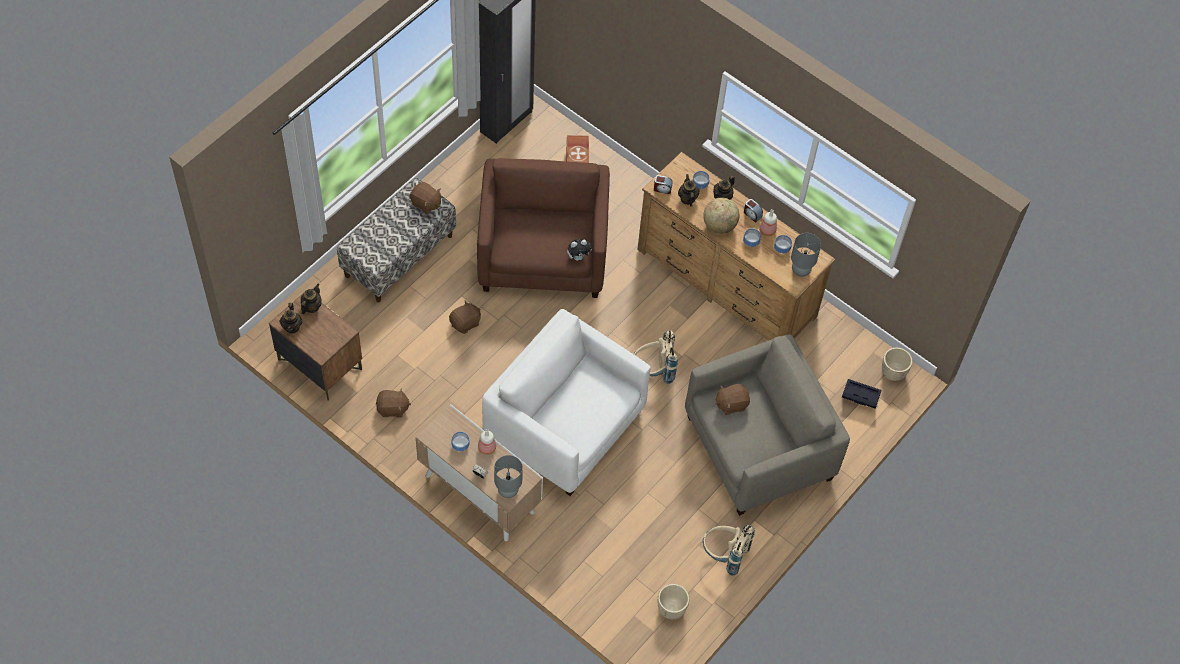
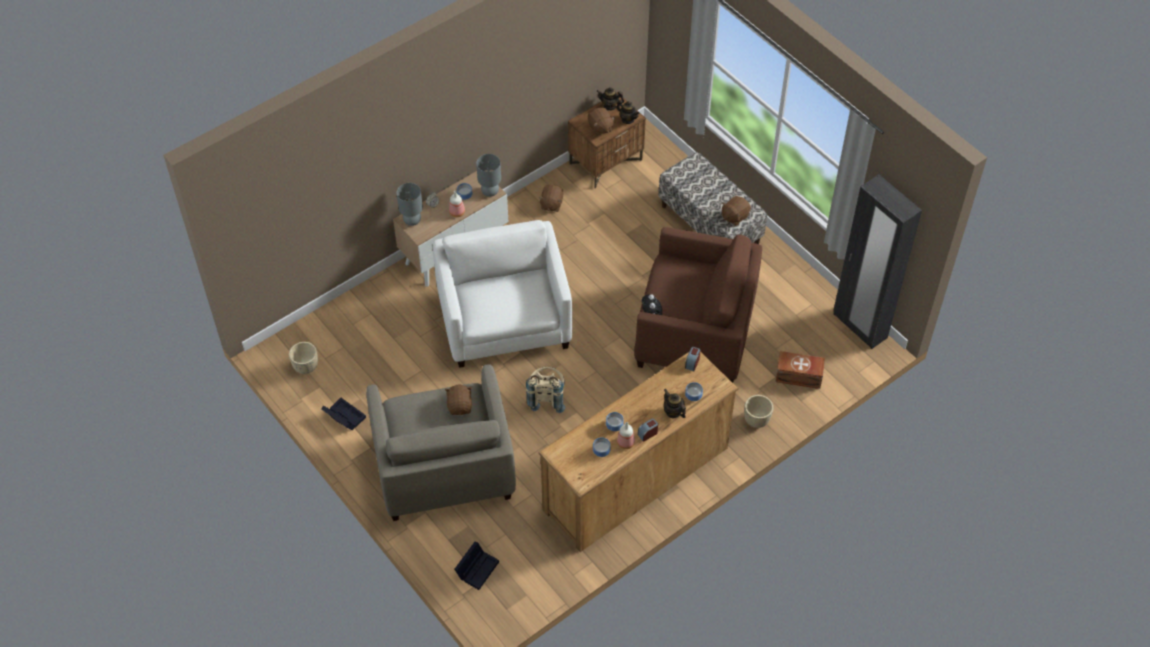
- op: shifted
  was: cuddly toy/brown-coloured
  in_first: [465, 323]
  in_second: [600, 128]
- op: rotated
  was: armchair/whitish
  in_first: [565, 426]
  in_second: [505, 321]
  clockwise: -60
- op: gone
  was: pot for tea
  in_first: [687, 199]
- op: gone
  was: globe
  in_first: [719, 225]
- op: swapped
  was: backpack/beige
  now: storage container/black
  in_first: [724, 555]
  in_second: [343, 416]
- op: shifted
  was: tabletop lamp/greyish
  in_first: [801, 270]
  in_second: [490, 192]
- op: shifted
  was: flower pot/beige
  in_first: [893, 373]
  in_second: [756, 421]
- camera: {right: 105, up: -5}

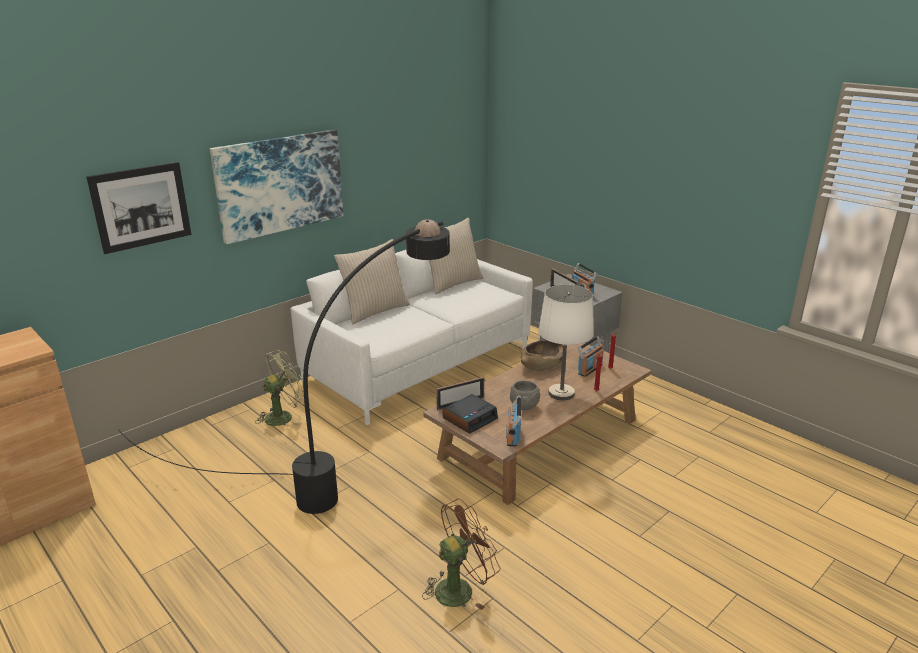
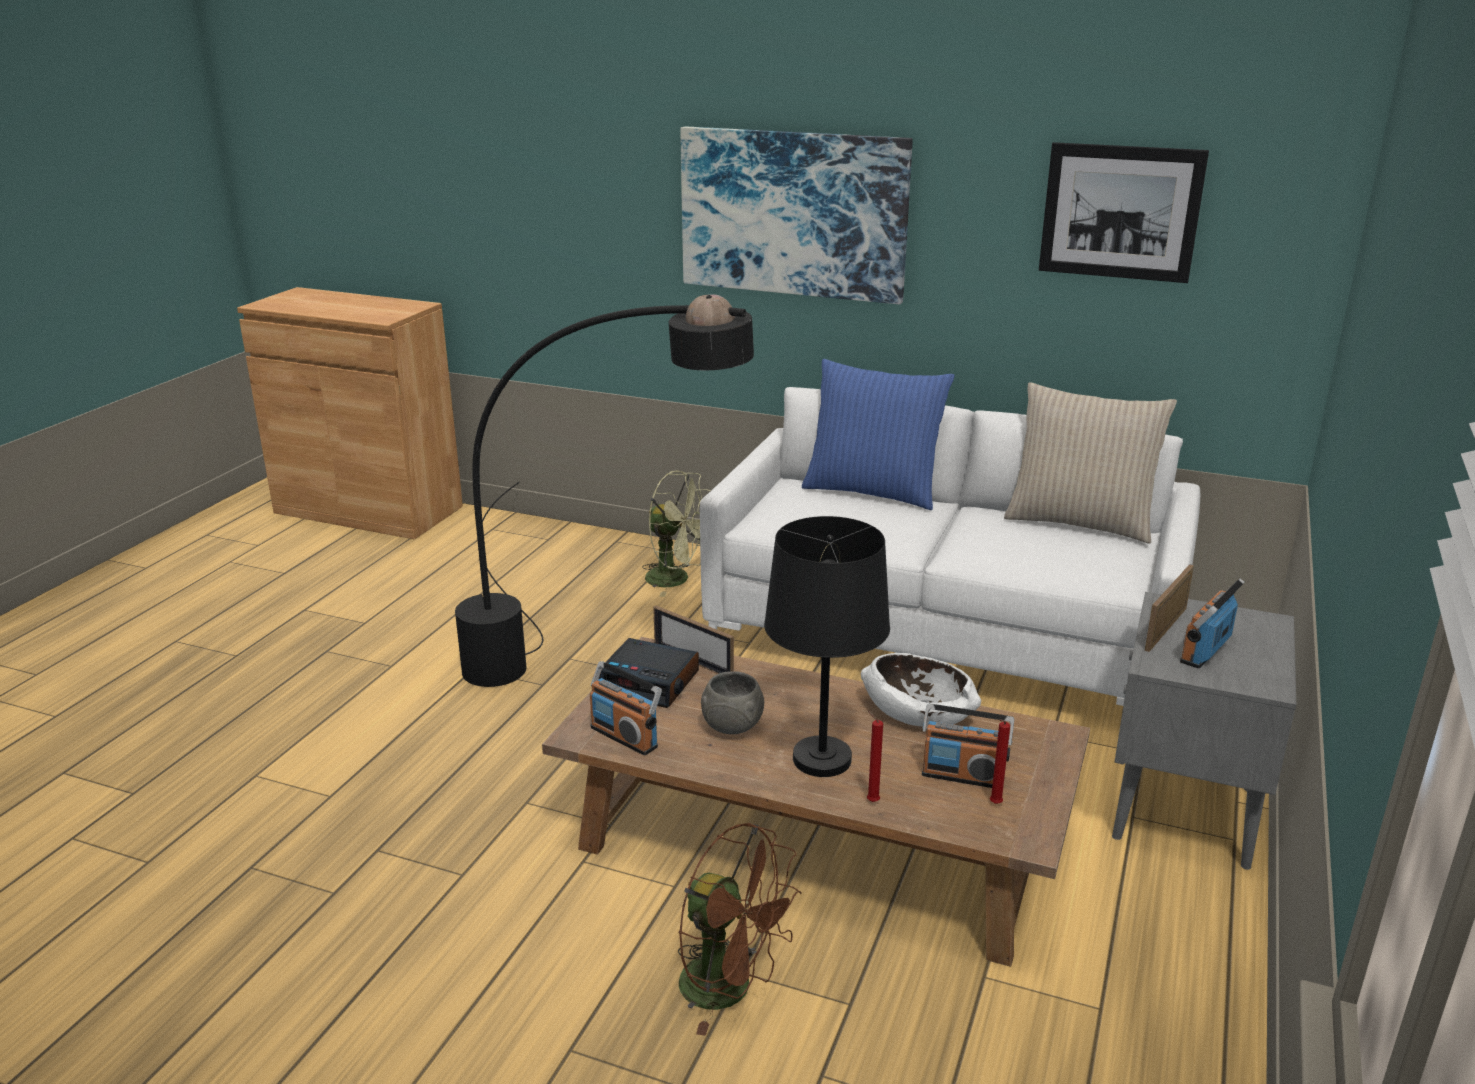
- op: shifted
  was: wall art
  in_first: [141, 207]
  in_second: [1120, 212]
- op: repainted
  was: throw pillow/beige
  now: throw pillow/blue
  in_first: [374, 311]
  in_second: [873, 491]
- op: shifted
  was: electric fan/brown-coloured
  in_first: [460, 588]
  in_second: [730, 989]
- op: rotated
  was: radio receiver
  in_first: [512, 435]
  in_second: [624, 736]
  clockwise: -120
- op: repainted
  was: deep dish/brown-coloured
  now: deep dish/whitish
  in_first: [541, 365]
  in_second: [918, 713]
- op: repainted
  was: tabletop lamp/whitish
  now: tabletop lamp/black
  in_first: [561, 393]
  in_second: [822, 760]
- camera: {right: 65, up: 0}

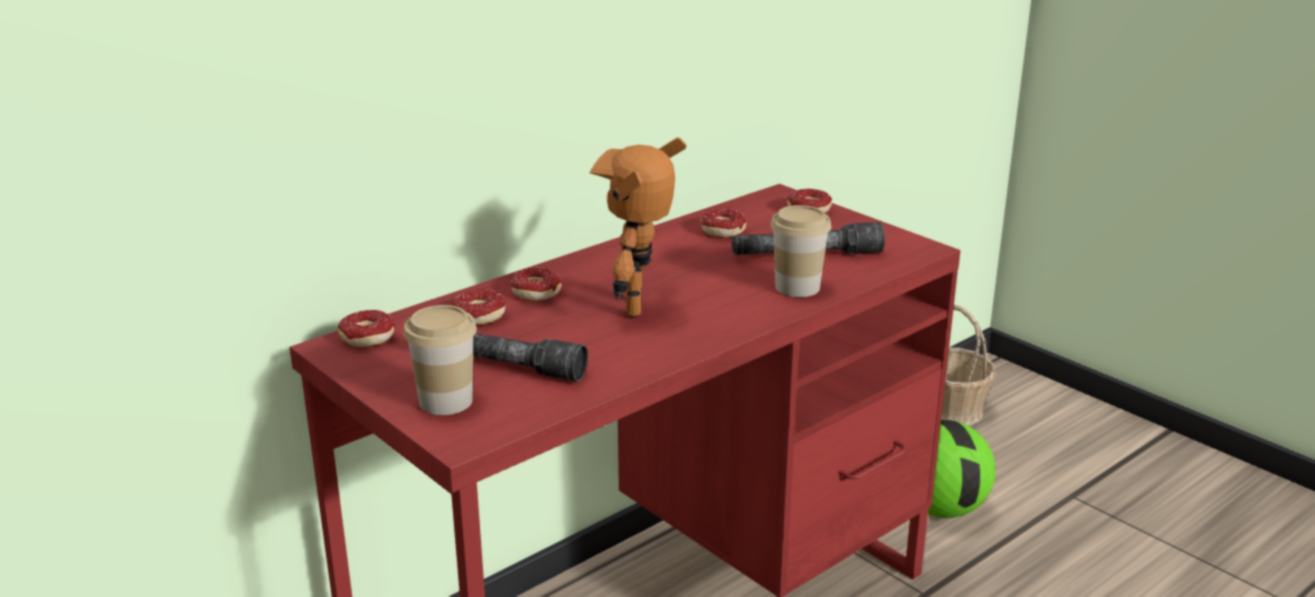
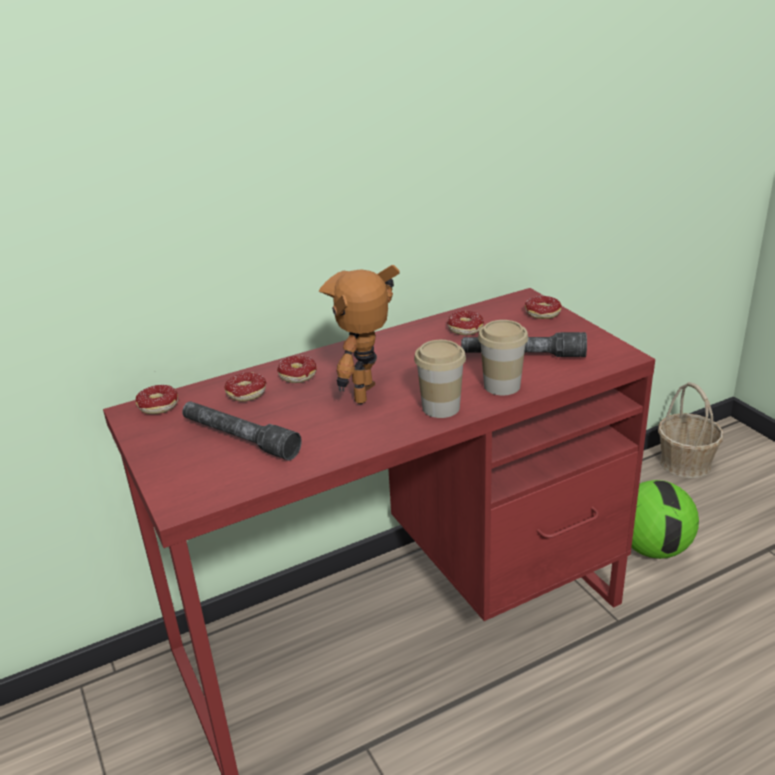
- op: shifted
  was: small cup
  in_first: [446, 401]
  in_second: [441, 407]
- camera: {right: 15, up: 5}

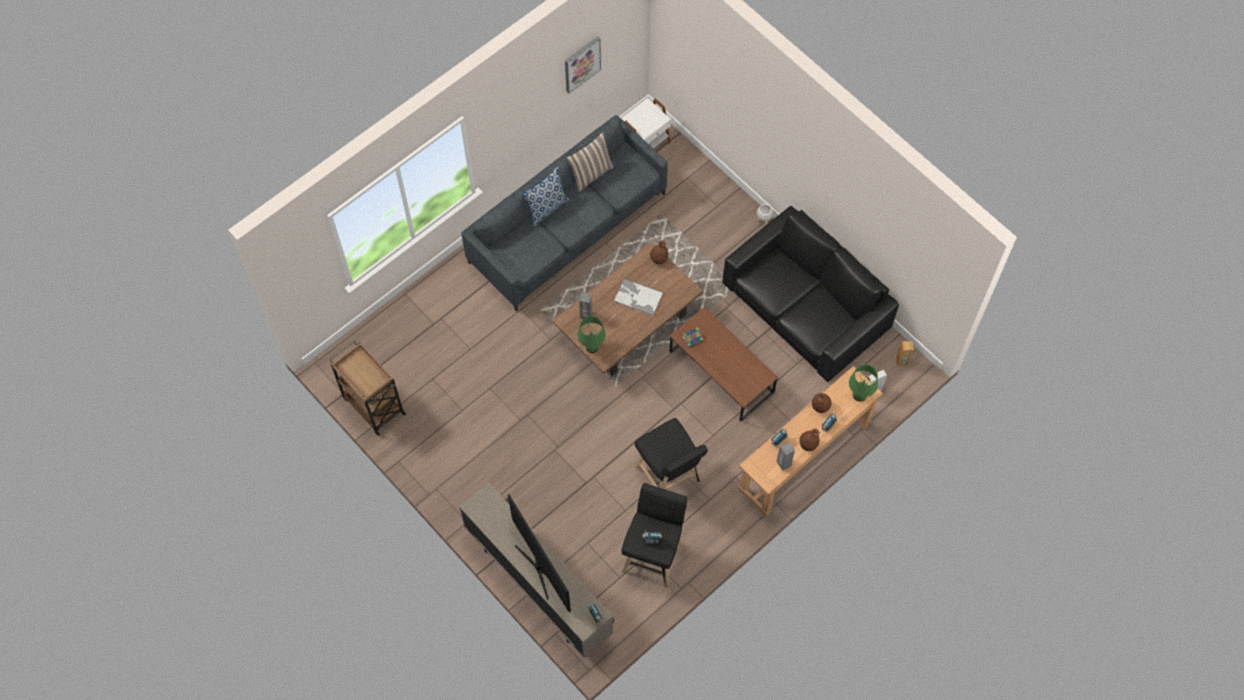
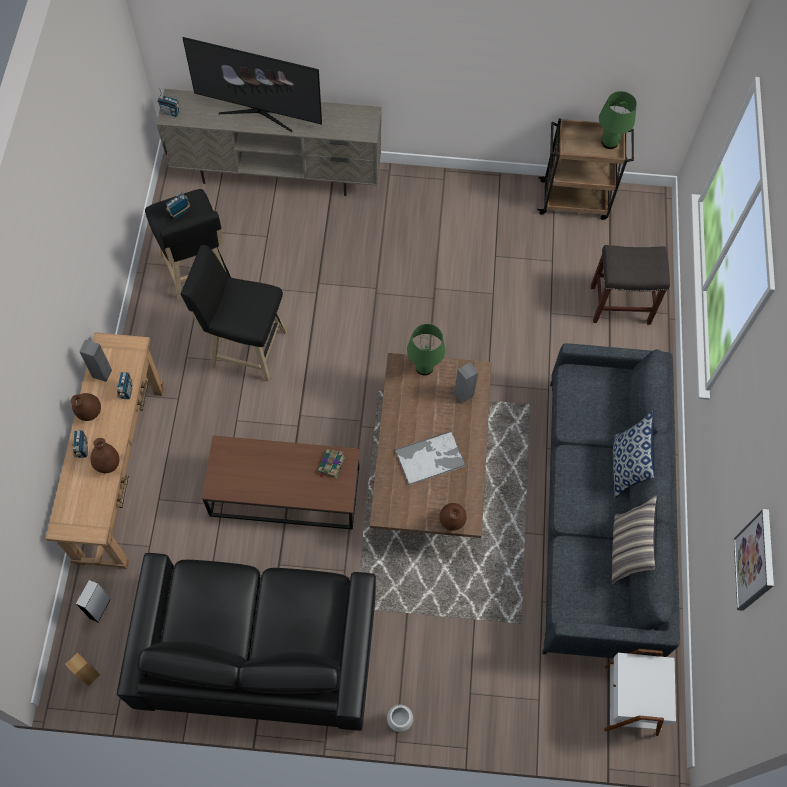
- op: shifted
  was: tabletop lamp/greenish
  in_first: [859, 395]
  in_second: [609, 142]
- op: new
  now: sitting stool/greyish
  in_second: [619, 305]
- camera: {right: 135, up: 0}

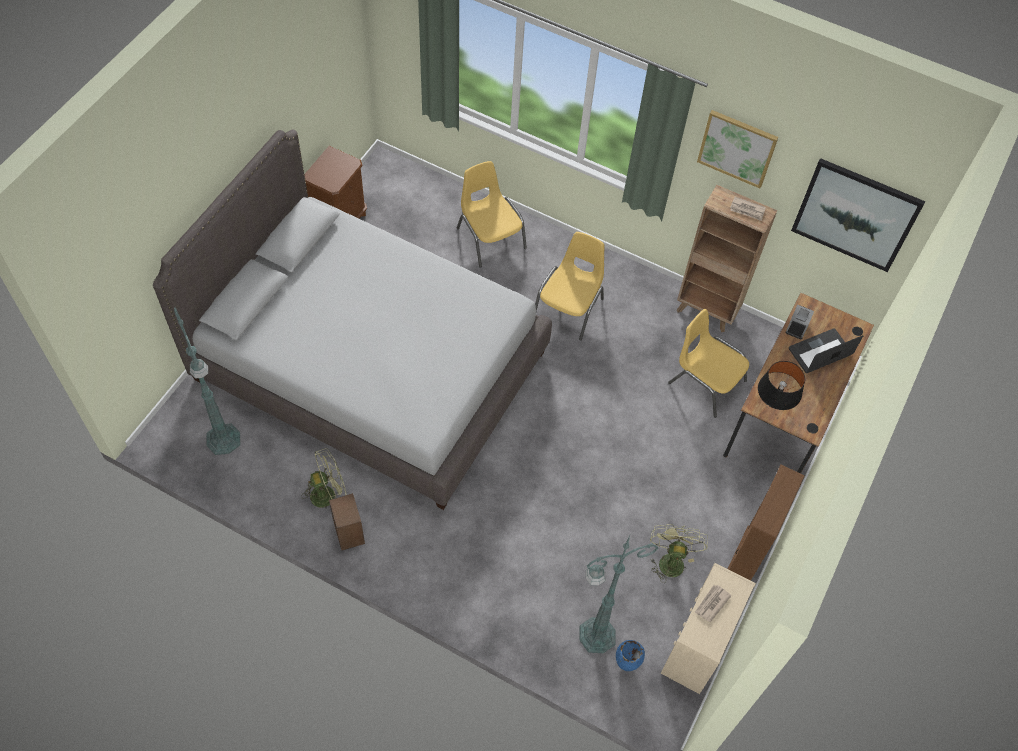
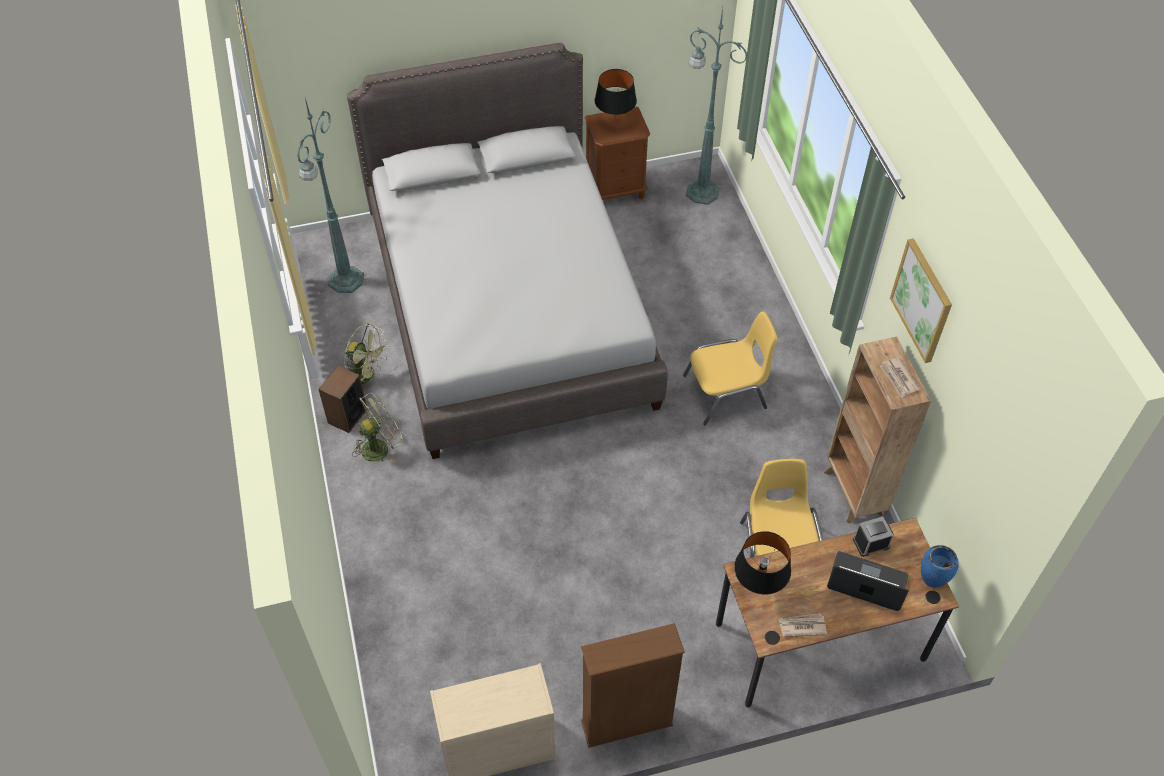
- op: gone
  was: upright chair/yellowish
  in_first: [490, 237]
- op: shifted
  was: floor lamp/greenish
  in_first: [595, 635]
  in_second: [700, 191]
- op: shifted
  was: flower vase/blue
  in_first: [626, 665]
  in_second: [930, 583]
- op: shifted
  was: electric fan/greenish
  in_first: [670, 559]
  in_second: [380, 446]
- op: shifted
  was: daily paper
  in_first: [711, 603]
  in_second: [801, 626]
- op: gone
  was: wall art
  in_first: [855, 215]
- op: new
  now: tabletop lamp/black
  in_second: [615, 121]
- camera: {right: 50, up: -5}

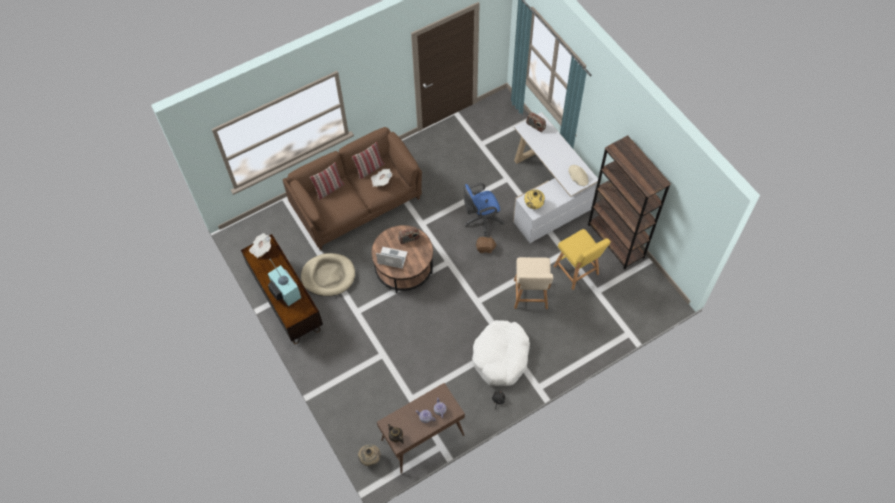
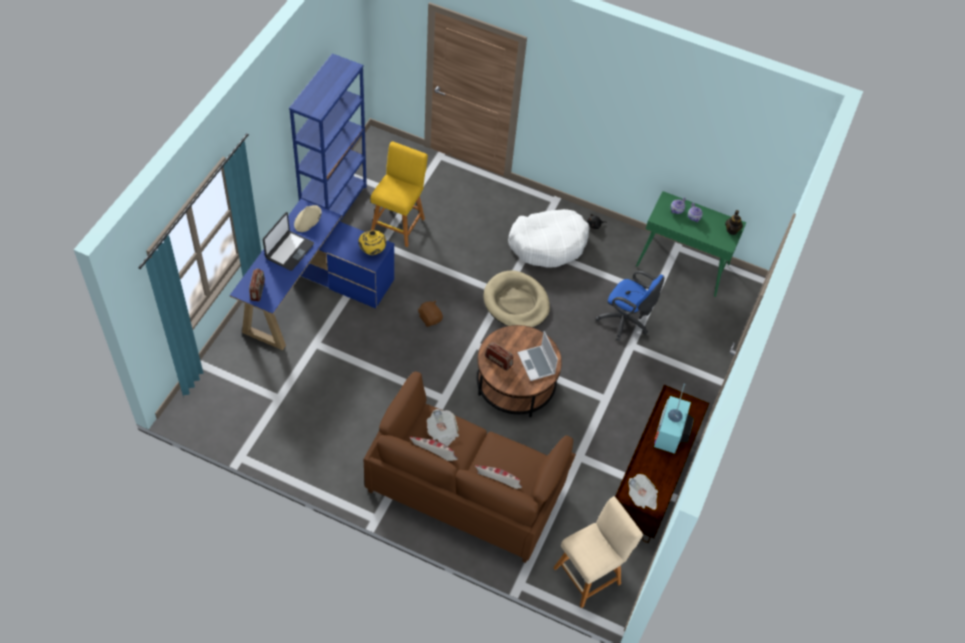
- op: shifted
  was: pet bed/beige
  in_first: [328, 276]
  in_second: [516, 302]
- op: gone
  was: flower vase/beige
  in_first: [370, 459]
- op: repainted
  was: narrow table/brown-coloured
  now: narrow table/greenish
  in_first: [422, 438]
  in_second: [683, 265]
- op: shifted
  was: desk chair/blue
  in_first: [481, 220]
  in_second: [625, 322]
- op: repainted
  was: desk unit/whitish
  now: desk unit/blue
  in_first: [547, 194]
  in_second: [312, 293]
- op: shifted
  was: sitting stool/beige
  in_first: [530, 296]
  in_second: [590, 574]
- op: repainted
  was: shelving unit/brown-coloured
  now: shelving unit/blue
  in_first: [616, 241]
  in_second: [334, 207]
- op: new
  now: portable computer
  in_second: [289, 251]
- camera: {right: -130, up: -5}

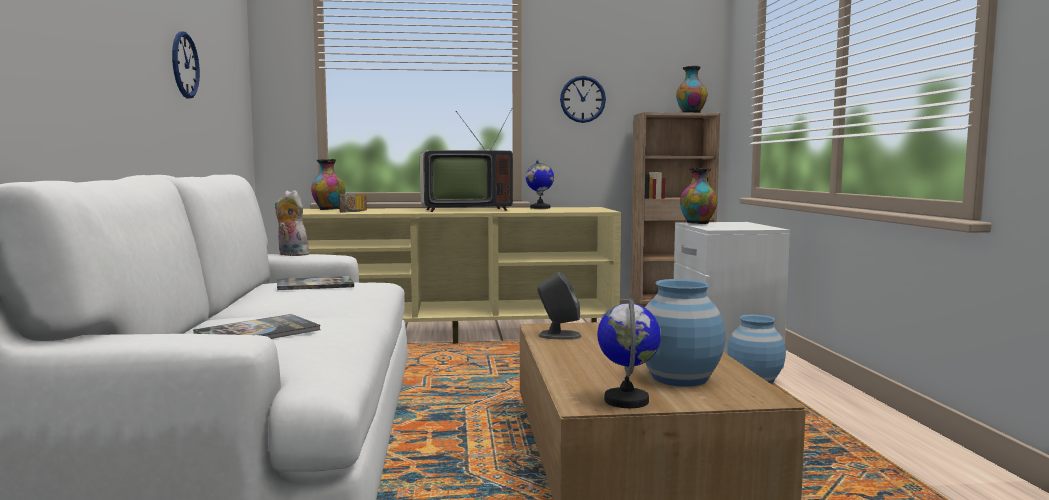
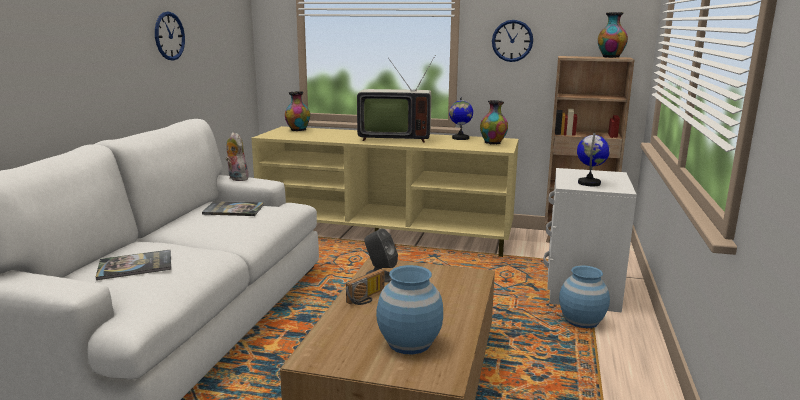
- op: shifted
  was: radio receiver
  in_first: [355, 211]
  in_second: [367, 298]
- op: shifted
  was: globe
  in_first: [627, 400]
  in_second: [589, 183]
- op: shifted
  was: flower vase
  in_first: [698, 223]
  in_second: [493, 143]
- camera: {right: 20, up: 10}

